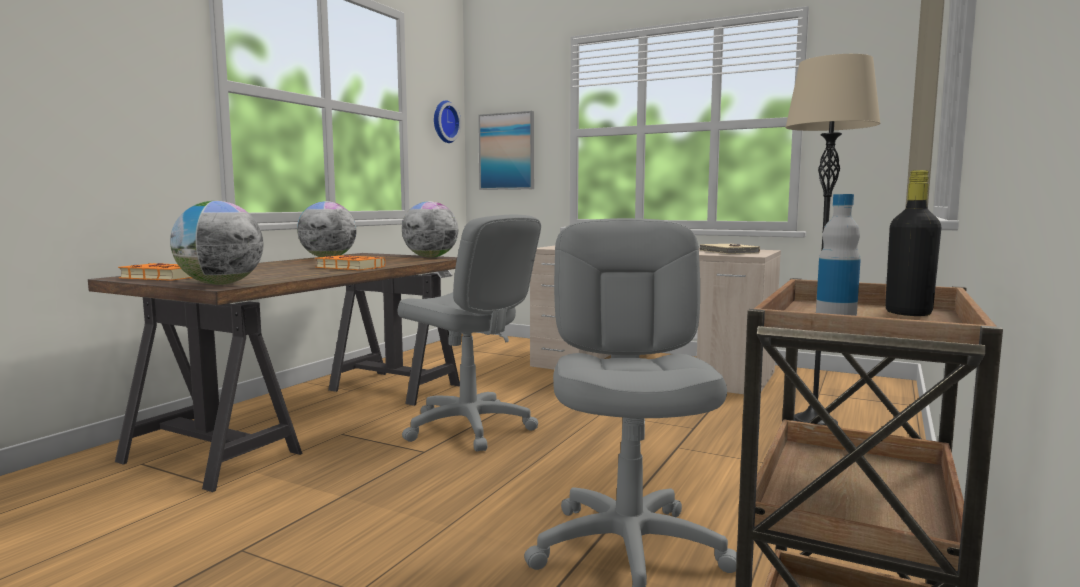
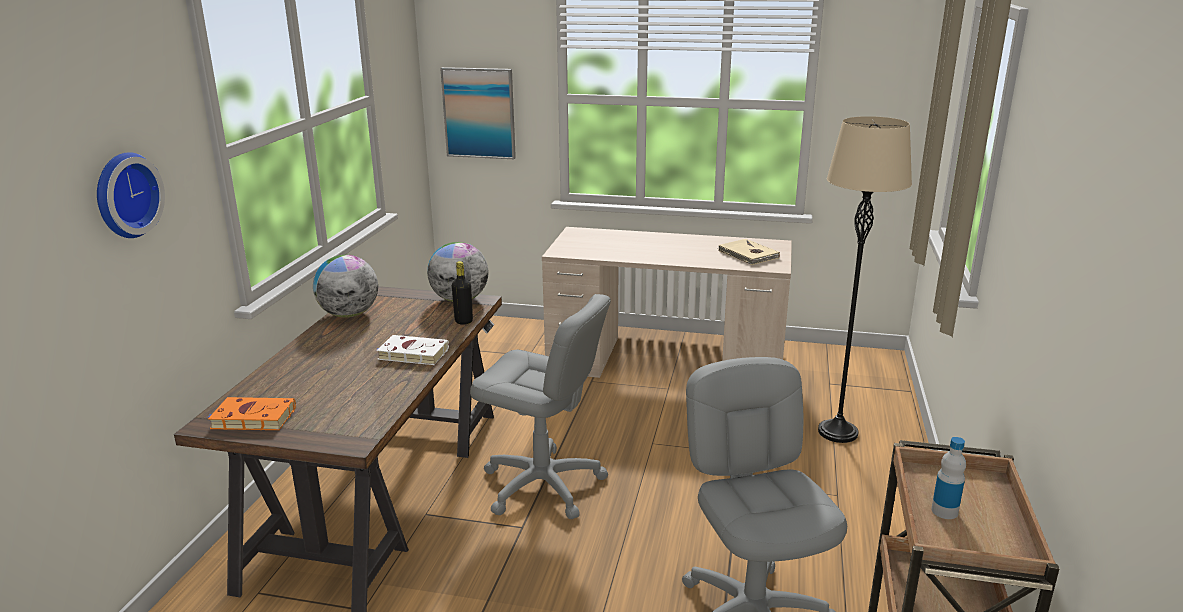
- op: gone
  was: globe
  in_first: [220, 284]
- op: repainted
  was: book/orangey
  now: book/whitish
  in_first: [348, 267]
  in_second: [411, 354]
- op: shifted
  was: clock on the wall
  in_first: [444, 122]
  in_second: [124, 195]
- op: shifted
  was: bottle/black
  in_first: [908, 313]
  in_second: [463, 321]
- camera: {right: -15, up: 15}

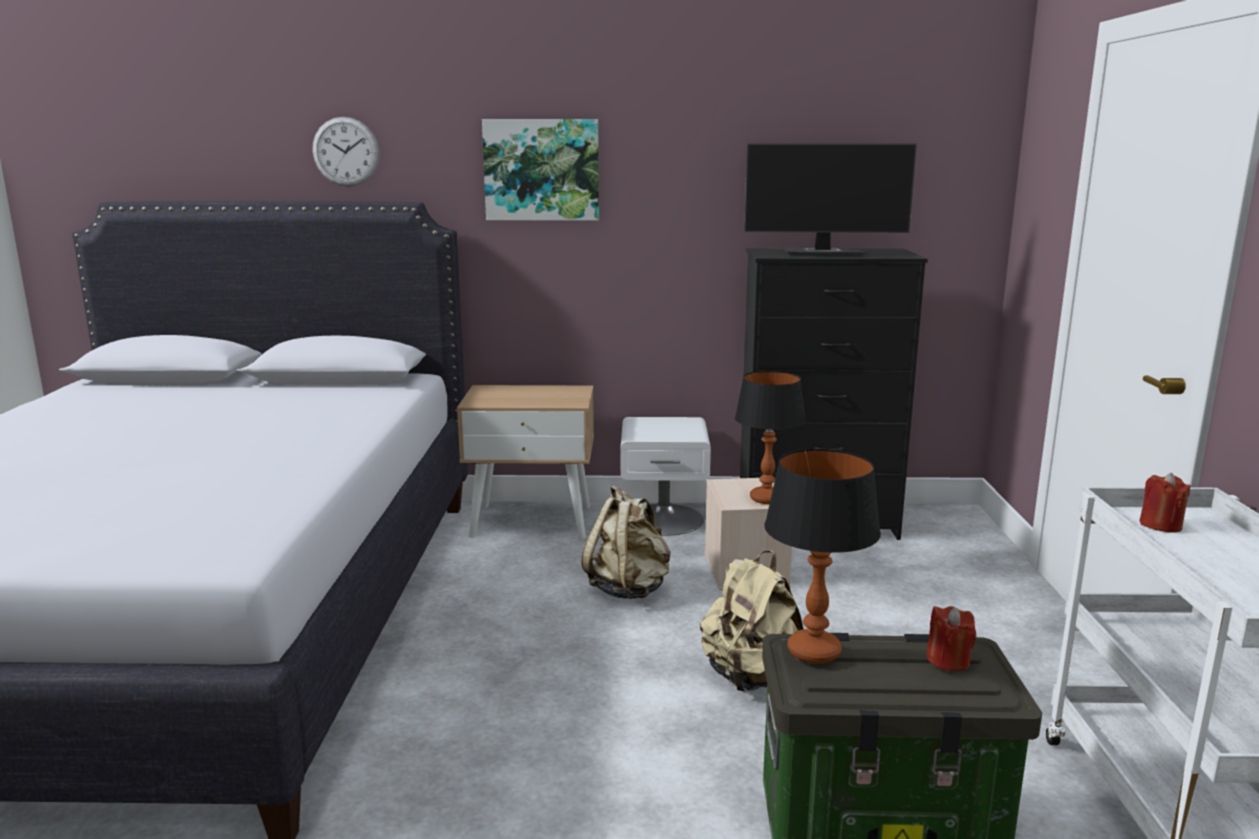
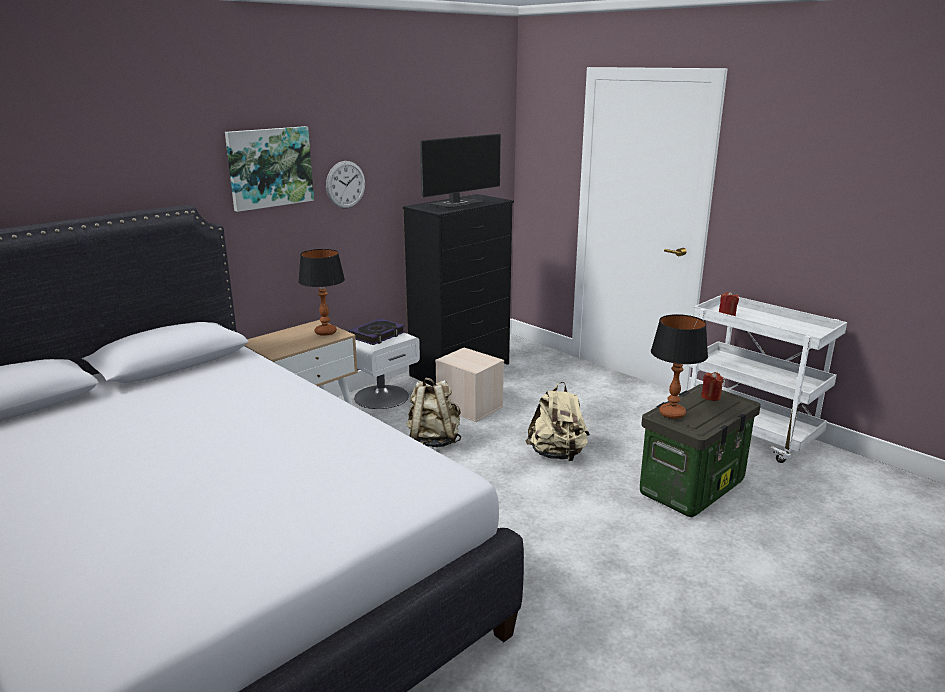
- op: shifted
  was: clock on the wall
  in_first: [346, 152]
  in_second: [345, 184]
- op: shifted
  was: tabletop lamp
  in_first: [766, 499]
  in_second: [326, 332]
- op: new
  now: book
  in_second: [377, 335]
- camera: {right: -45, up: 5}

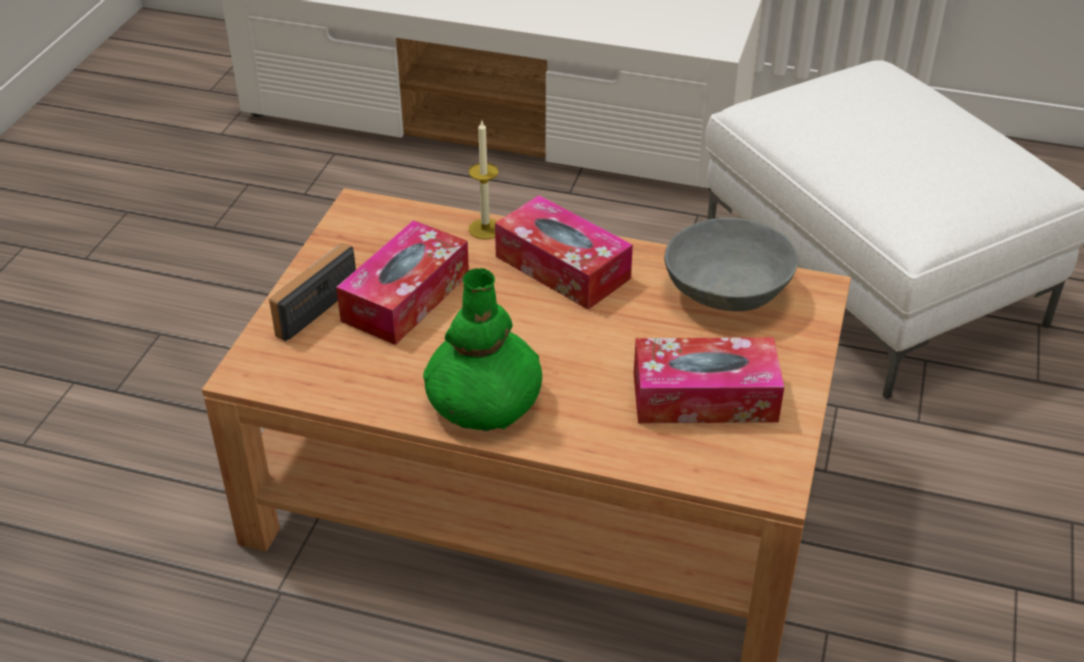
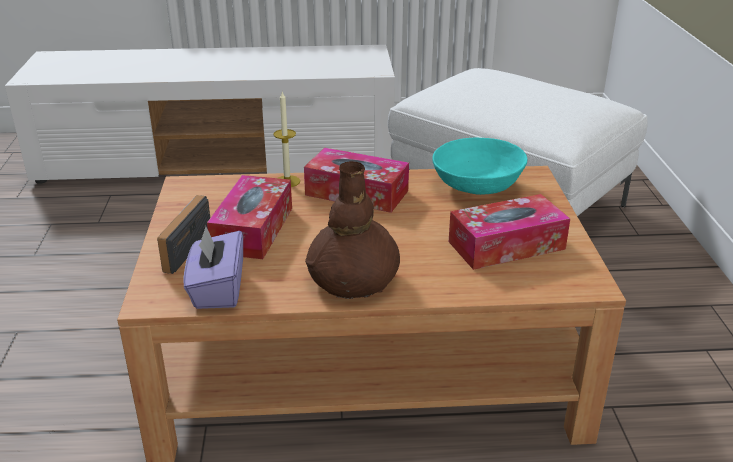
- op: repainted
  was: flower vase/greenish
  now: flower vase/brown-coloured
  in_first: [484, 402]
  in_second: [353, 280]
- op: repainted
  was: deep dish/greyish
  now: deep dish/turquoise-coloured
  in_first: [728, 291]
  in_second: [477, 186]
- op: new
  now: box of tissues/purplish
  in_second: [217, 290]
- camera: {right: -20, up: -10}

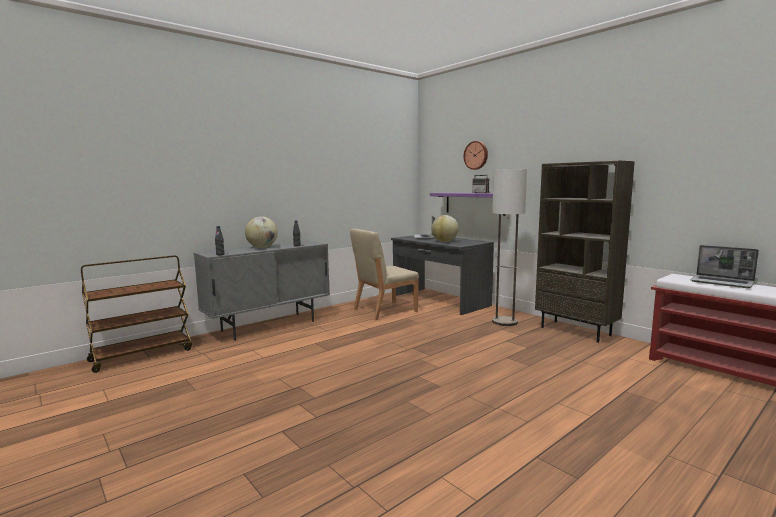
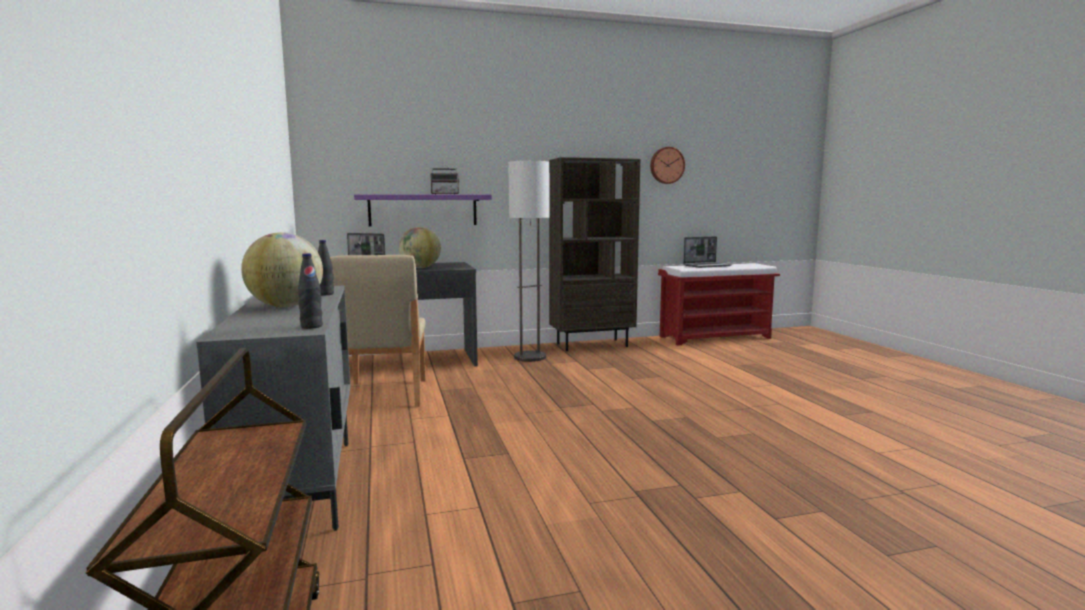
- op: shifted
  was: clock on the wall
  in_first: [476, 155]
  in_second: [666, 165]
- camera: {right: -65, up: 0}

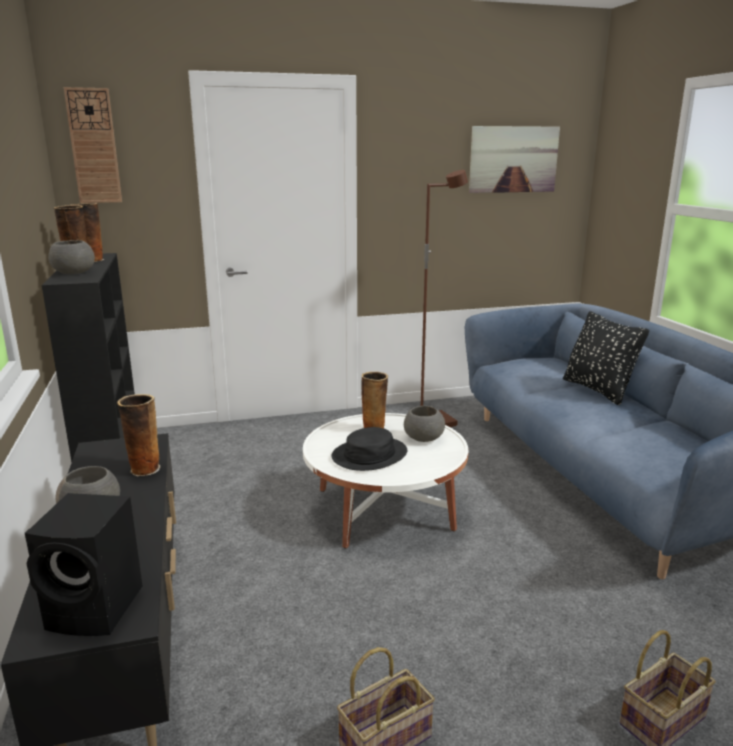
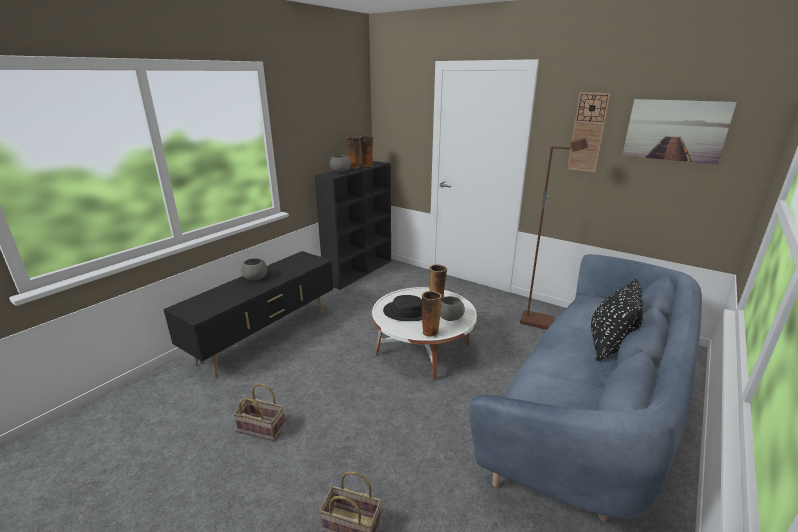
- op: gone
  was: speaker/black
  in_first: [98, 609]
- op: shifted
  was: clock on the wall
  in_first: [94, 146]
  in_second: [588, 132]
- op: shifted
  was: flower vase
  in_first: [144, 469]
  in_second: [430, 332]
- camera: {right: 50, up: 5}

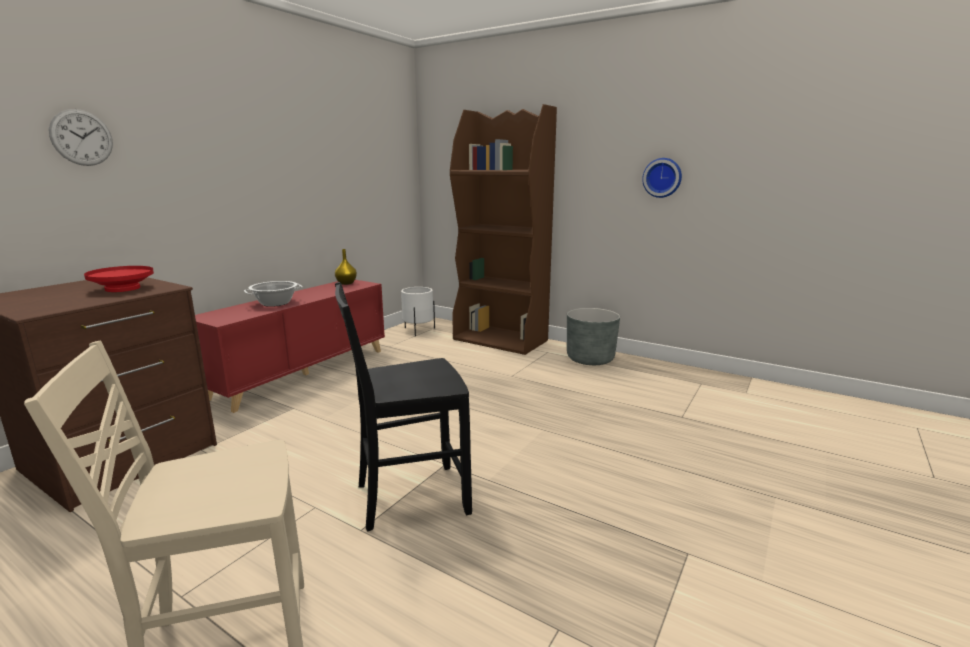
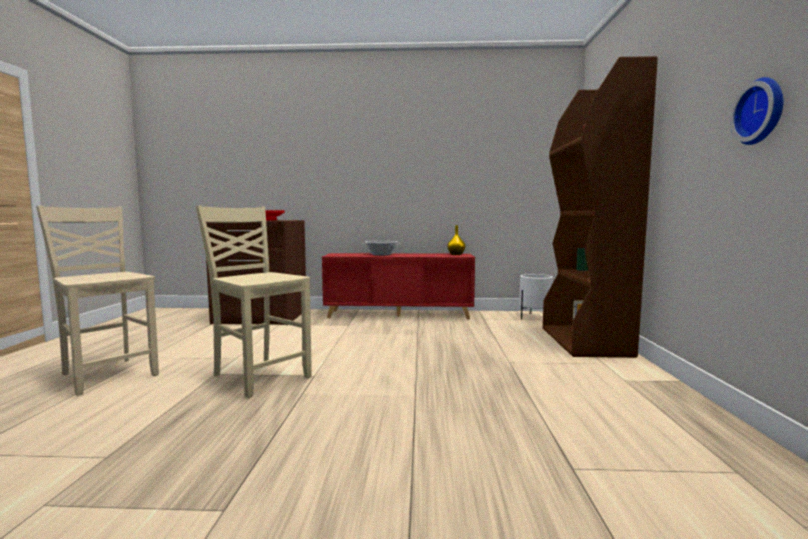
- op: gone
  was: clock on the wall
  in_first: [82, 137]
- op: repainted
  was: upright chair/black
  now: upright chair/beige
  in_first: [409, 497]
  in_second: [260, 376]
- op: gone
  was: flower pot/greyish
  in_first: [590, 359]
- camera: {right: 60, up: -10}

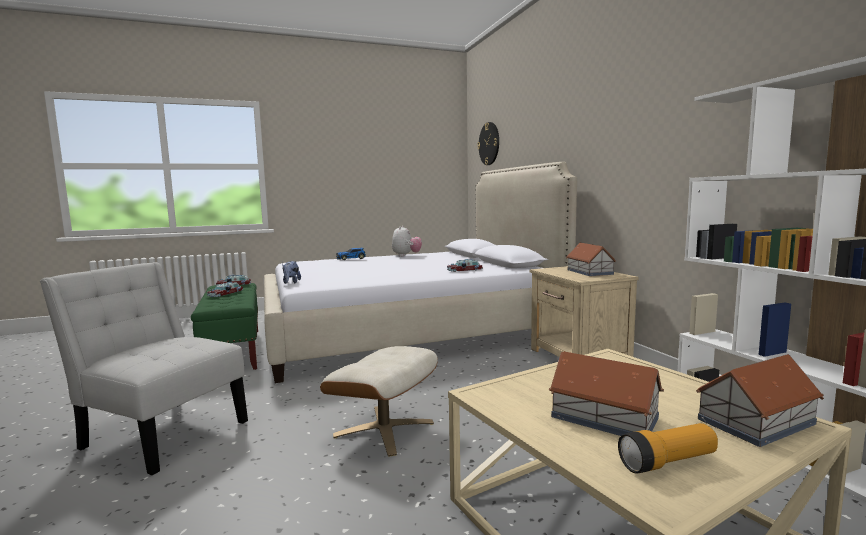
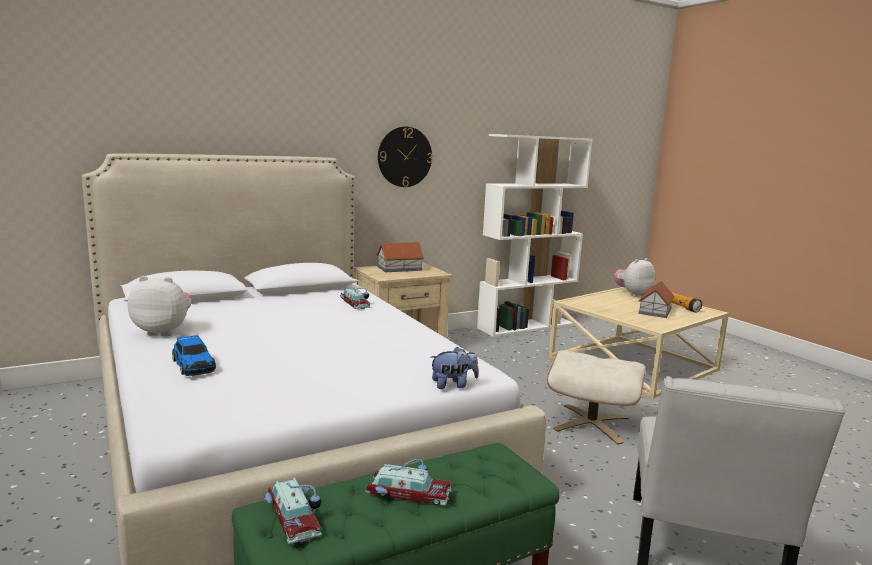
- op: shifted
  was: clock on the wall
  in_first: [489, 143]
  in_second: [404, 157]
- op: swapped
  was: miniature house
  now: cuddly toy
  in_first: [754, 421]
  in_second: [632, 294]
- camera: {right: -100, up: 5}

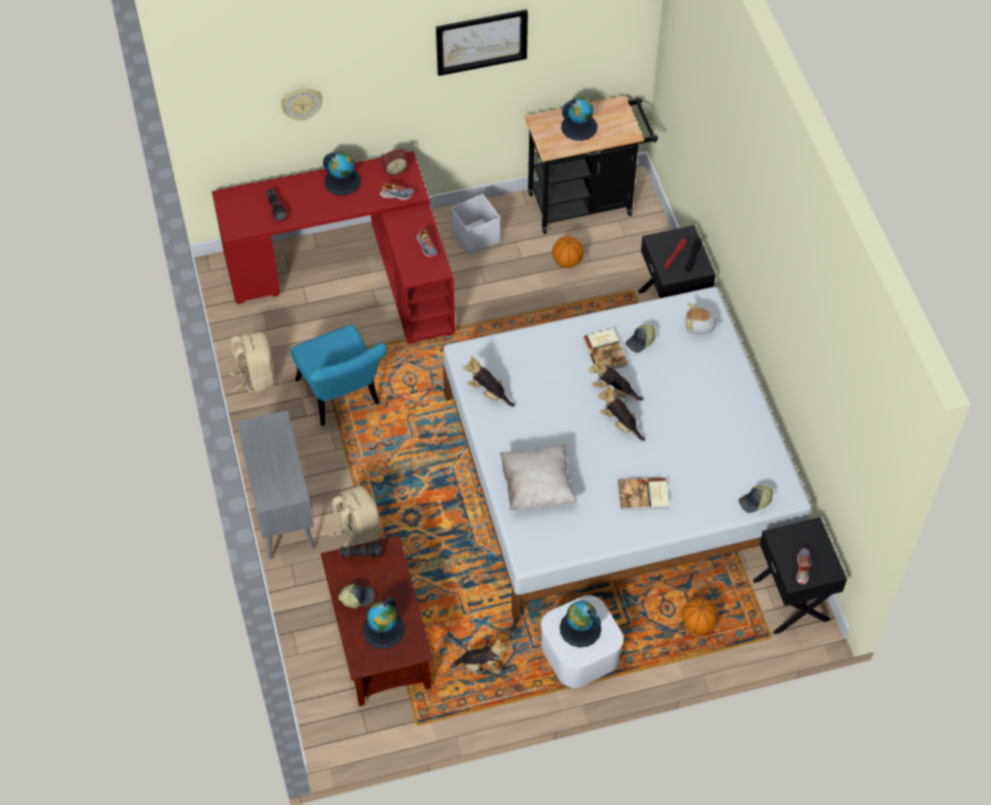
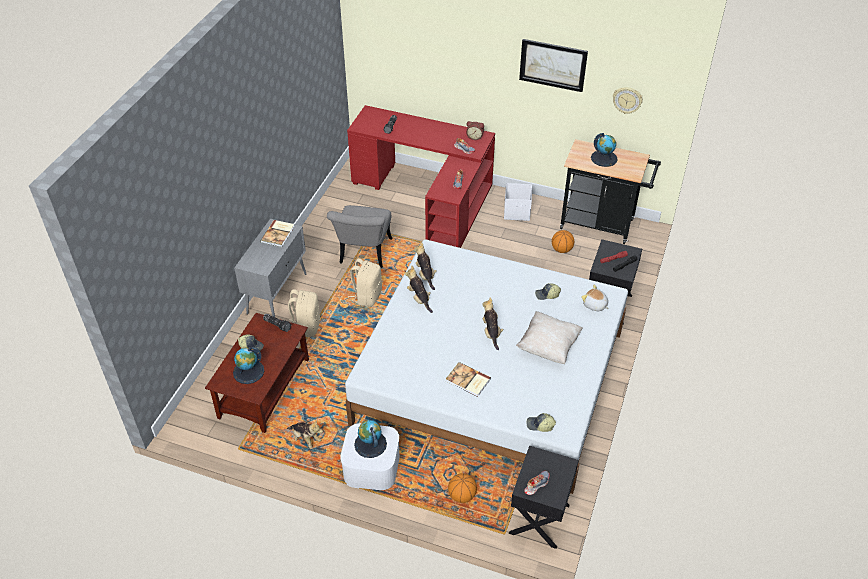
- op: shifted
  was: backpack/beige
  in_first: [256, 377]
  in_second: [367, 296]
- op: shifted
  was: clock on the wall
  in_first: [301, 103]
  in_second: [627, 100]
- op: repainted
  was: upright chair/turquoise-coloured
  now: upright chair/greyish
  in_first: [342, 398]
  in_second: [364, 255]
- op: gone
  was: globe
  in_first: [342, 181]
- op: shifted
  was: throw pillow/beige
  in_first: [537, 487]
  in_second: [548, 347]
- op: shifted
  was: book
  in_first: [606, 351]
  in_second: [278, 234]
- op: shifted
  was: cuddly toy
  in_first: [614, 391]
  in_second: [419, 299]
- camera: {right: 35, up: -10}

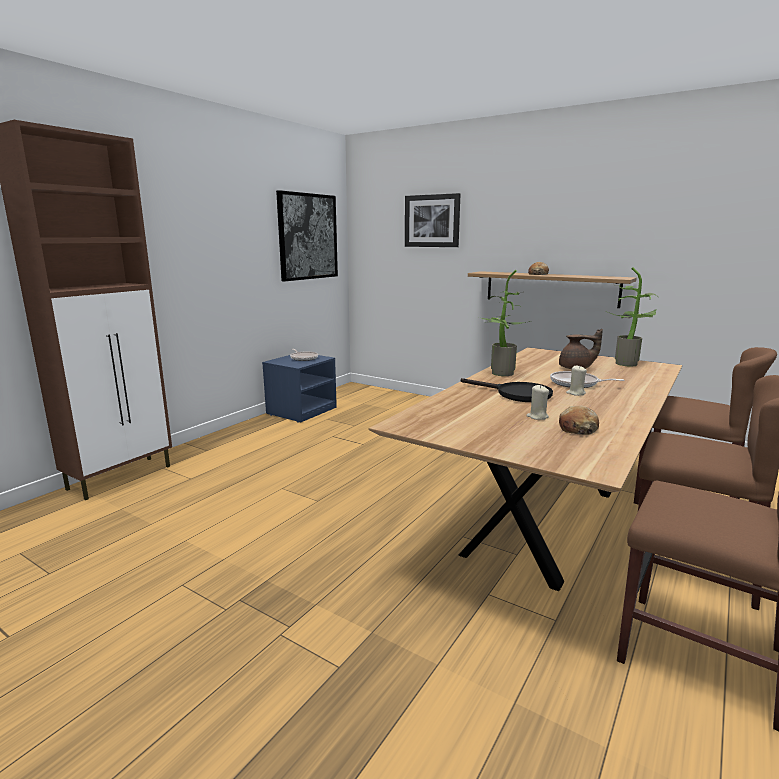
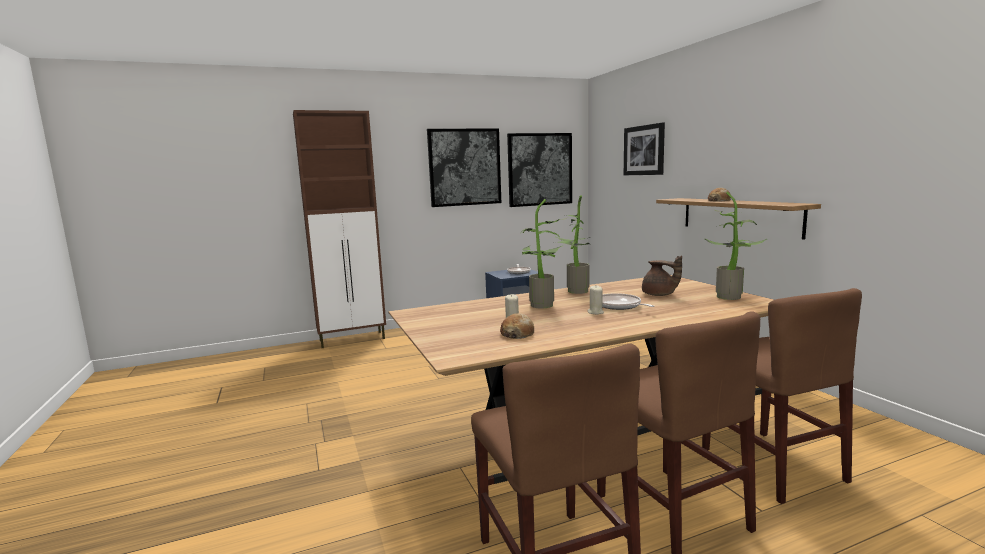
- op: swapped
  was: skillet/black
  now: houseplant
  in_first: [516, 394]
  in_second: [542, 306]
- op: new
  now: wall art
  in_second: [464, 167]
- camera: {right: 35, up: -5}

